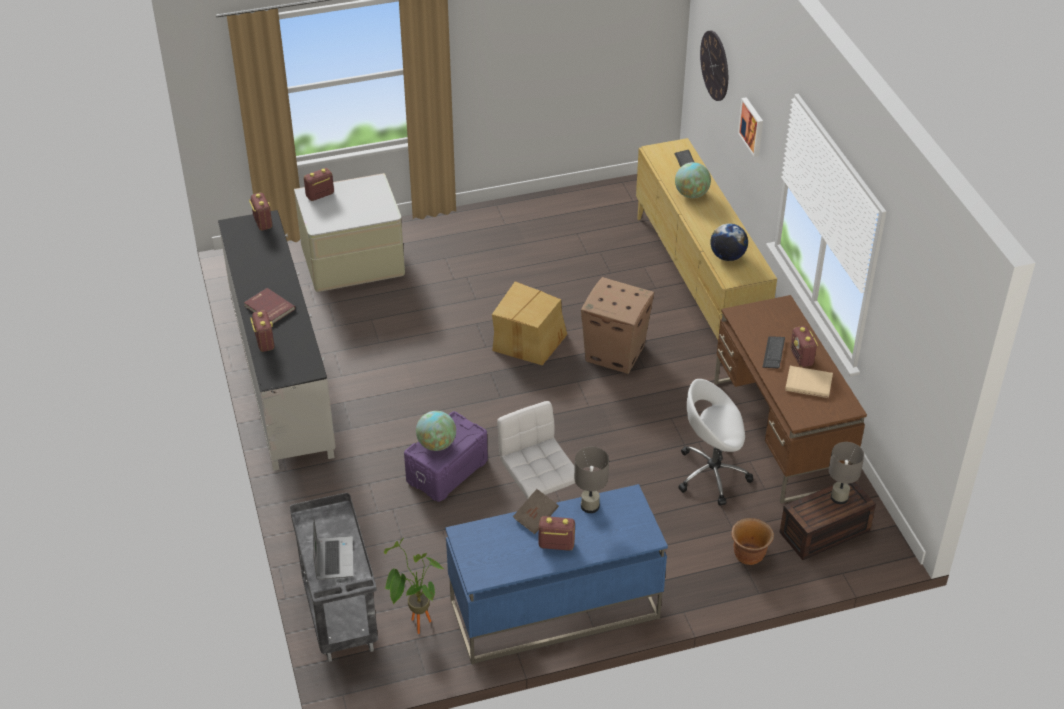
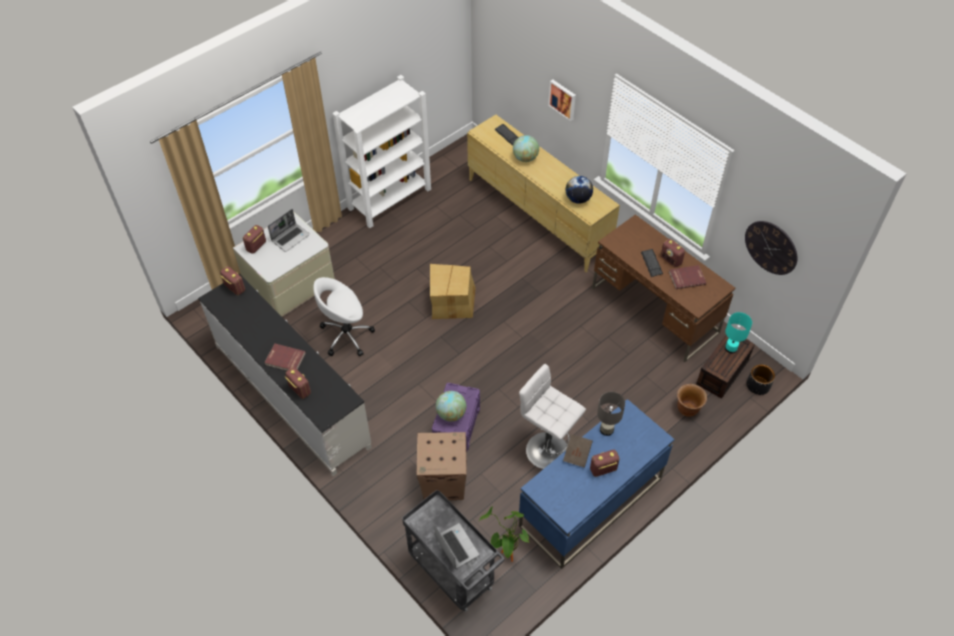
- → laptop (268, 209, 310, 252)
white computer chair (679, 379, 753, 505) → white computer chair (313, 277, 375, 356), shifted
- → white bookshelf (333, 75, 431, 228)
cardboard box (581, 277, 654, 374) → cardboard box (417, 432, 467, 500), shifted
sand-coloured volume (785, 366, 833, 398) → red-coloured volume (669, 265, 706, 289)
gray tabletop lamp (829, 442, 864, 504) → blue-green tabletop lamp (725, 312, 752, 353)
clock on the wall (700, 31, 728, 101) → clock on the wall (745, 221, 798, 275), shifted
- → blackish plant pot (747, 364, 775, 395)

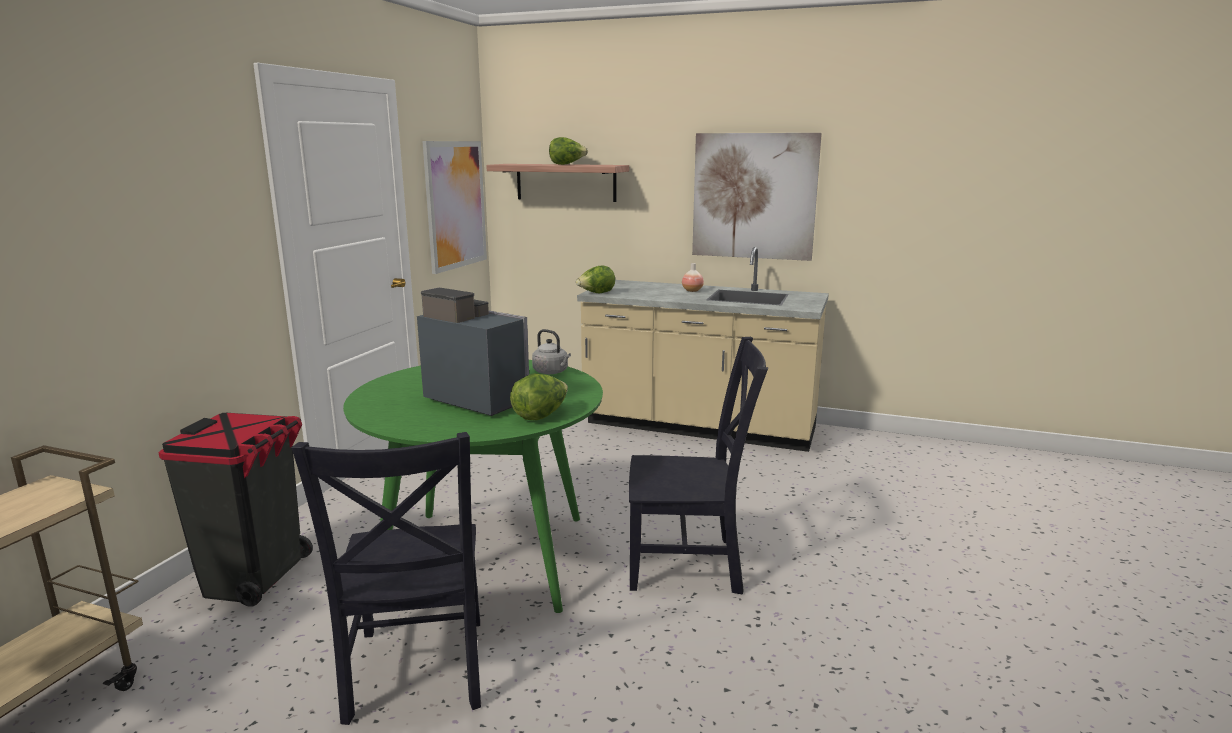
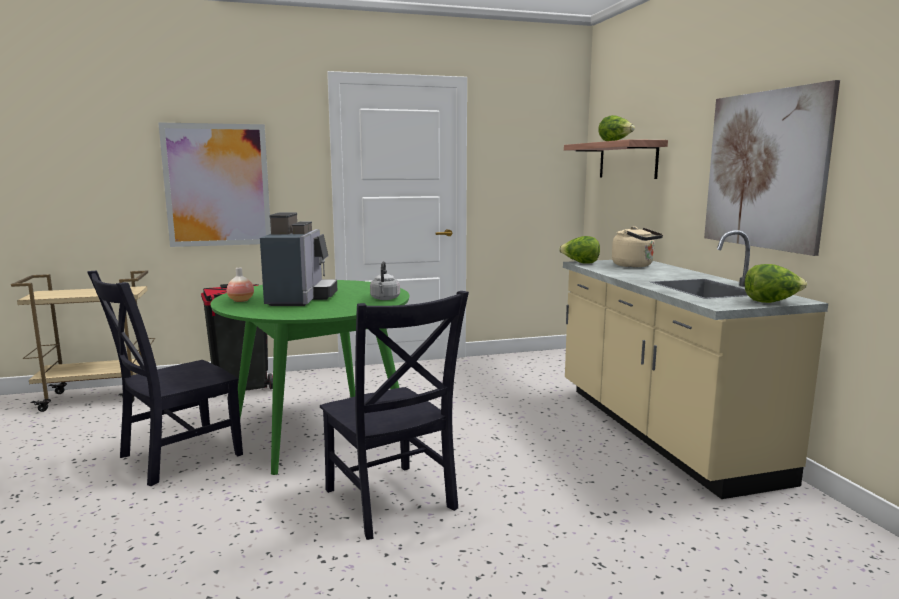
wall art (423, 141, 487, 274) → wall art (158, 122, 271, 247), shifted
decorative vase (682, 263, 704, 292) → decorative vase (227, 268, 254, 302), shifted
- → sand-coloured kettle (612, 226, 663, 267)
lettuce (510, 374, 568, 420) → lettuce (744, 264, 807, 303), shifted

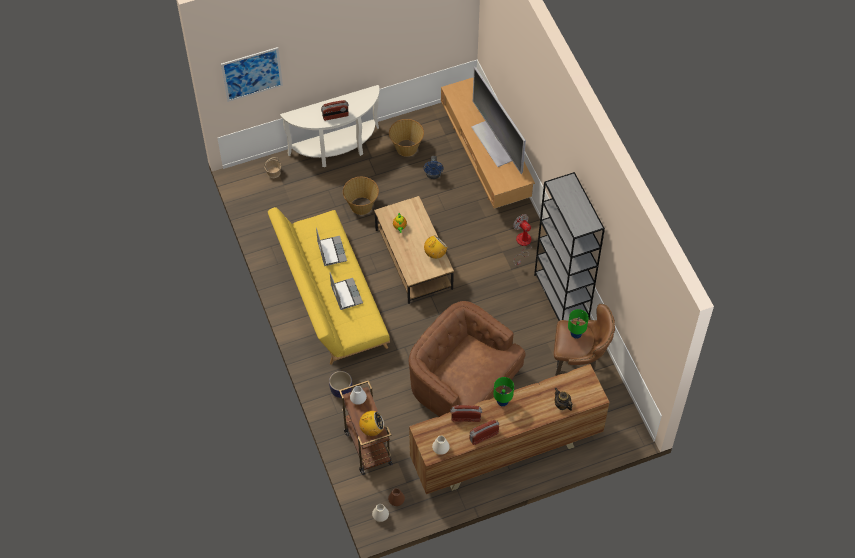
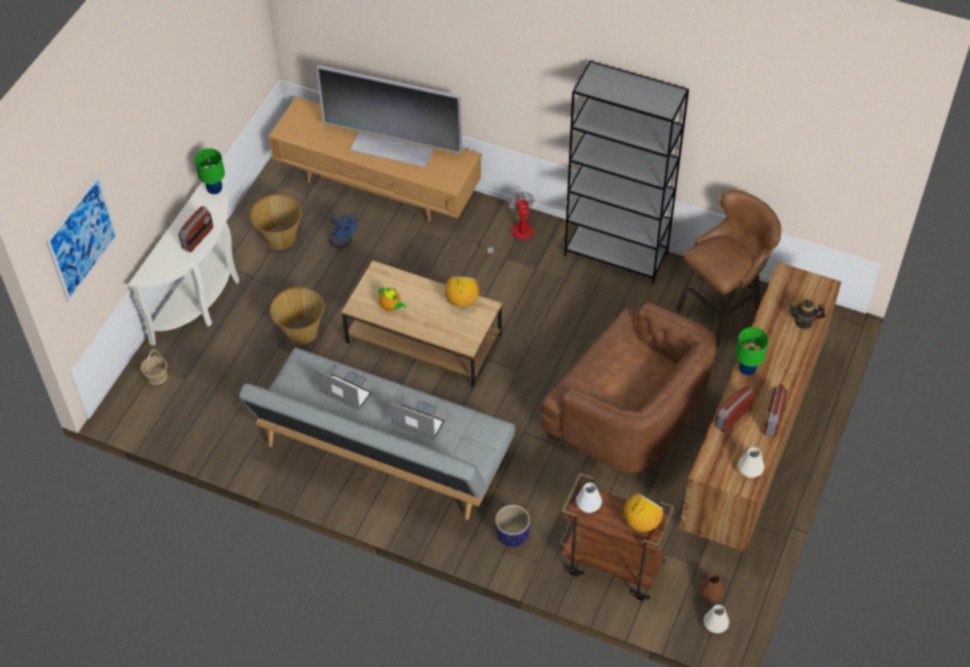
greenish tabletop lamp (568, 309, 589, 339) → greenish tabletop lamp (195, 148, 225, 194), shifted
yellow-coloured settee (268, 207, 390, 365) → gray settee (239, 347, 515, 520)
fan (513, 214, 531, 266) → fan (488, 192, 535, 256), 75 degrees clockwise
brown-coloured lounge chair (409, 301, 526, 417) → brown-coloured lounge chair (541, 302, 717, 473), 135 degrees counterclockwise

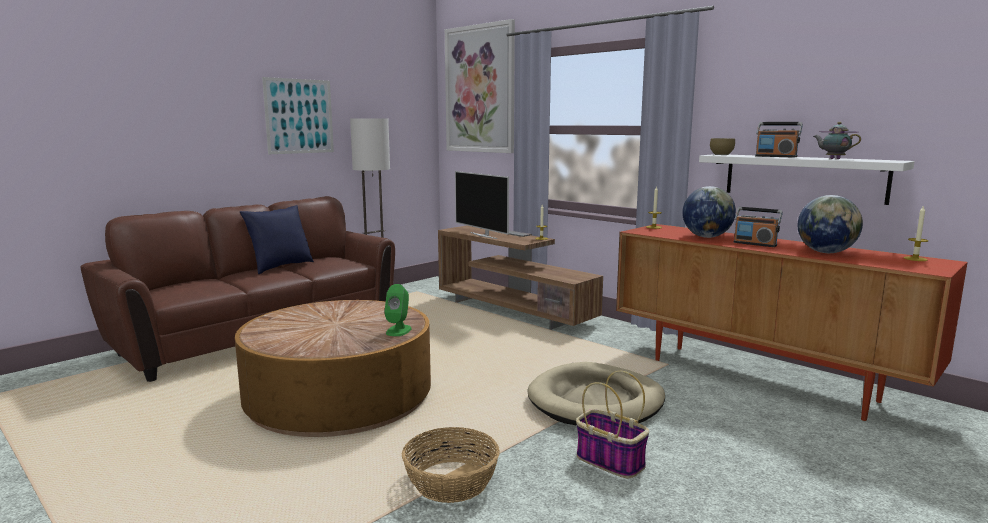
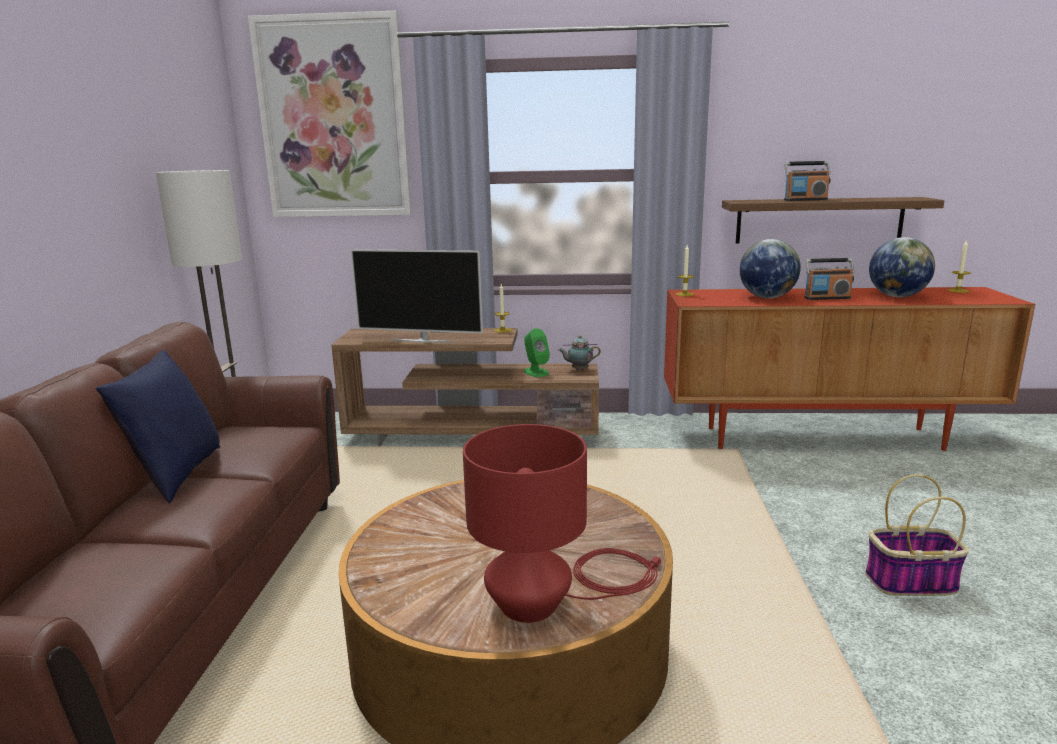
- → red-coloured tabletop lamp (463, 424, 661, 623)
greenish audio speaker (384, 284, 411, 336) → greenish audio speaker (524, 328, 550, 377), shifted
pot for tea (813, 122, 861, 159) → pot for tea (558, 335, 601, 370), shifted
white shelf (699, 154, 915, 205) → brown-coloured shelf (722, 197, 944, 244)
wall art (262, 77, 334, 154) → -
household basket (402, 427, 500, 503) → -
sand-coloured pet bed (527, 362, 665, 426) → -
brown-coloured bowl (710, 138, 735, 155) → -

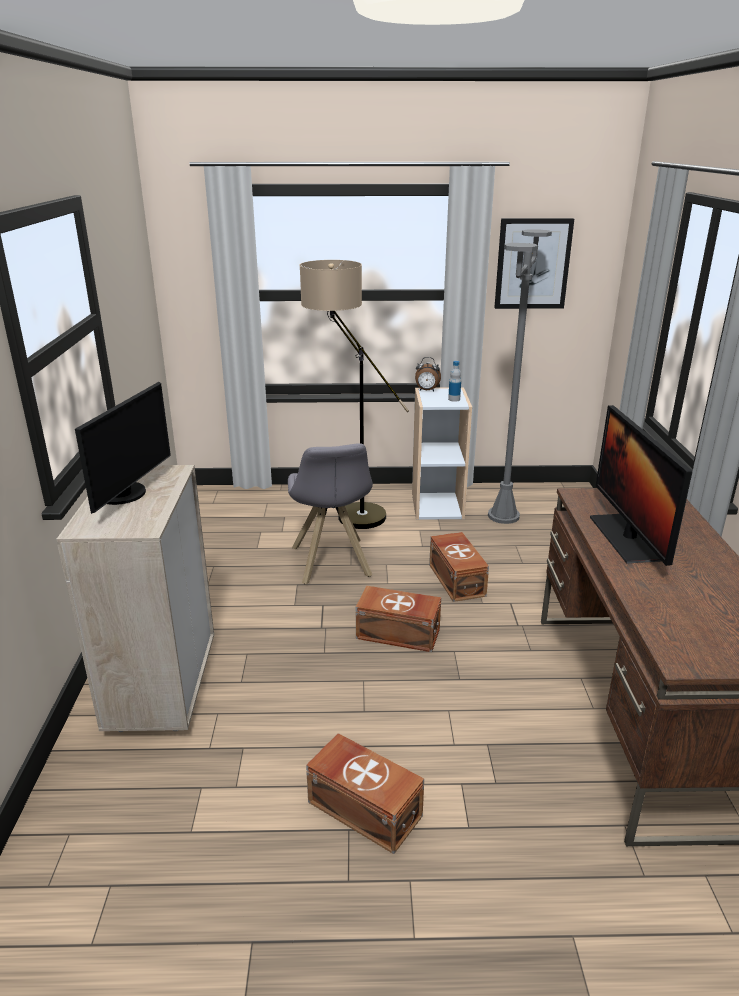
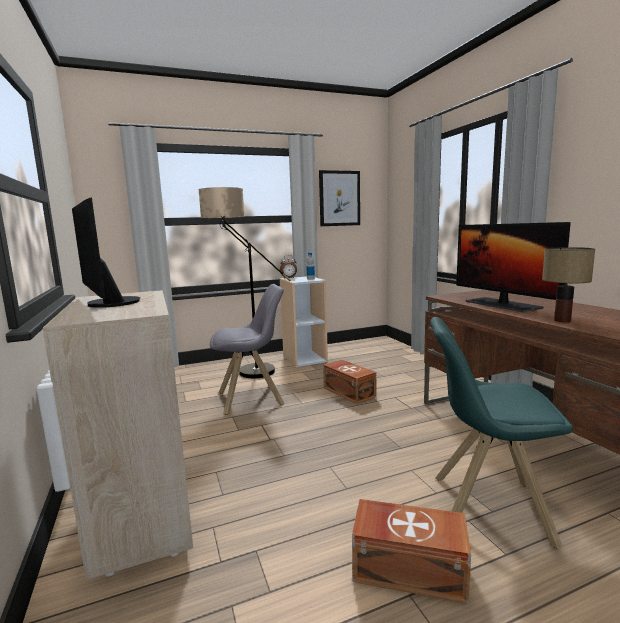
computer display (75, 382, 171, 514) → computer display (72, 197, 140, 308), 150 degrees clockwise
gray upright chair (288, 443, 373, 584) → gray upright chair (210, 284, 285, 415), 75 degrees counterclockwise
- → blue-green upright chair (430, 317, 573, 550)
- → tabletop lamp (542, 247, 595, 322)
brown-coloured storage box (356, 586, 441, 652) → -
gray standing lamp (488, 229, 552, 524) → -

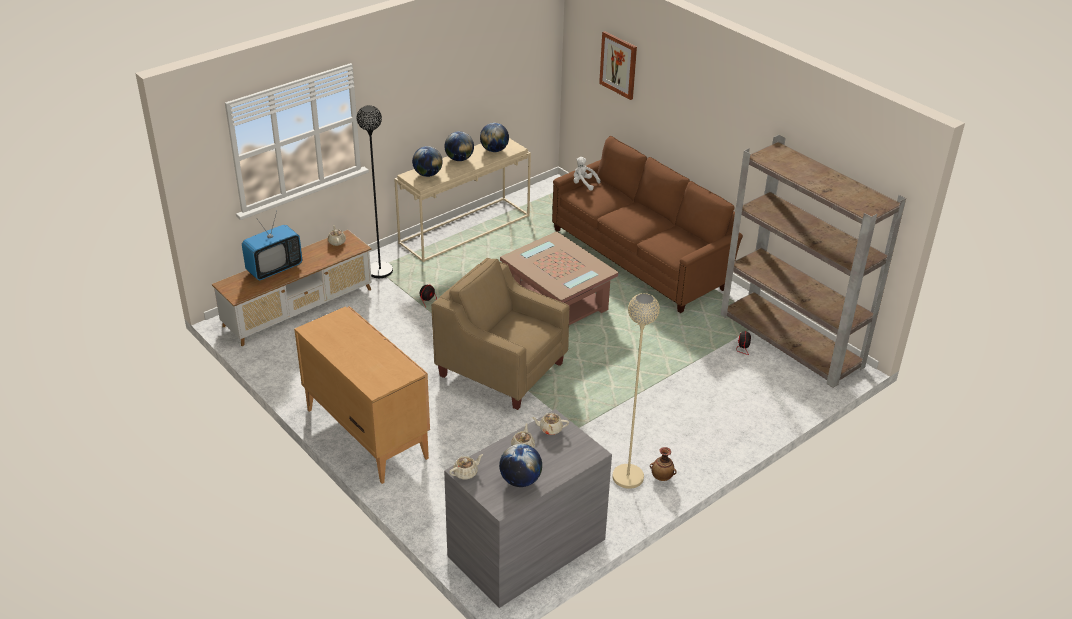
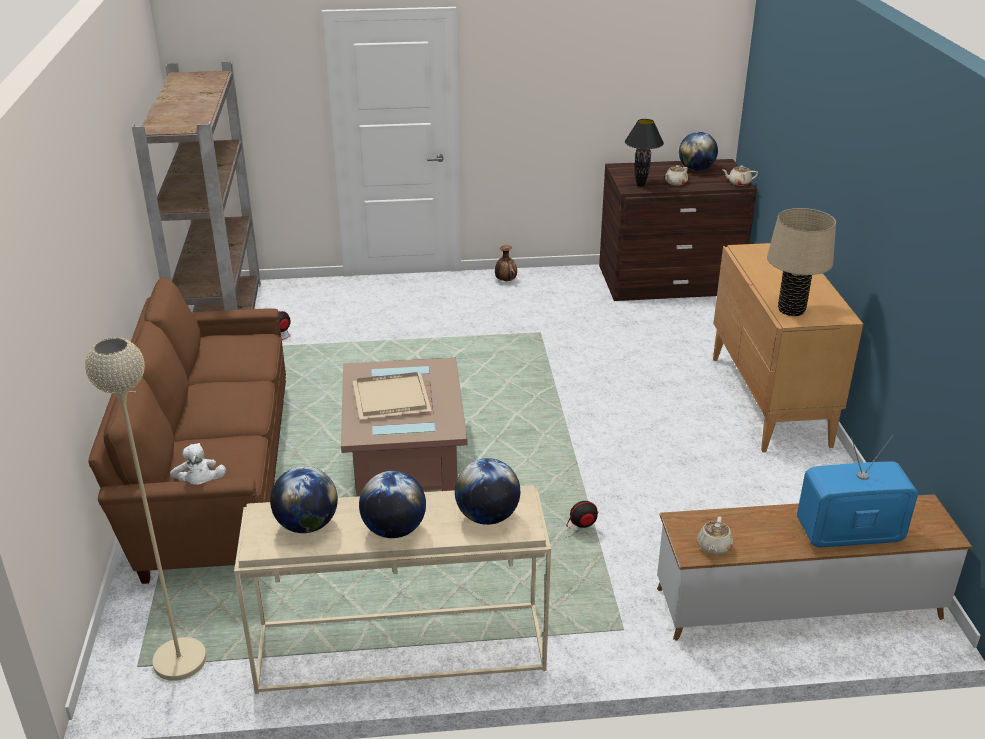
sand-coloured standing lamp (612, 293, 660, 489) → sand-coloured standing lamp (85, 337, 206, 681), shifted
- → sand-coloured carrying tray (353, 372, 432, 419)
gray drawer chest (444, 409, 612, 608) → brown-coloured drawer chest (599, 159, 757, 301)
sand-coloured pot for tea (531, 413, 569, 435) → blackish tabletop lamp (625, 119, 664, 187)
- → sand-coloured tabletop lamp (767, 208, 836, 316)
blackish standing lamp (357, 105, 393, 278) → -
sand-coloured lounge chair (431, 258, 569, 410) → -
wall art (599, 31, 637, 100) → -

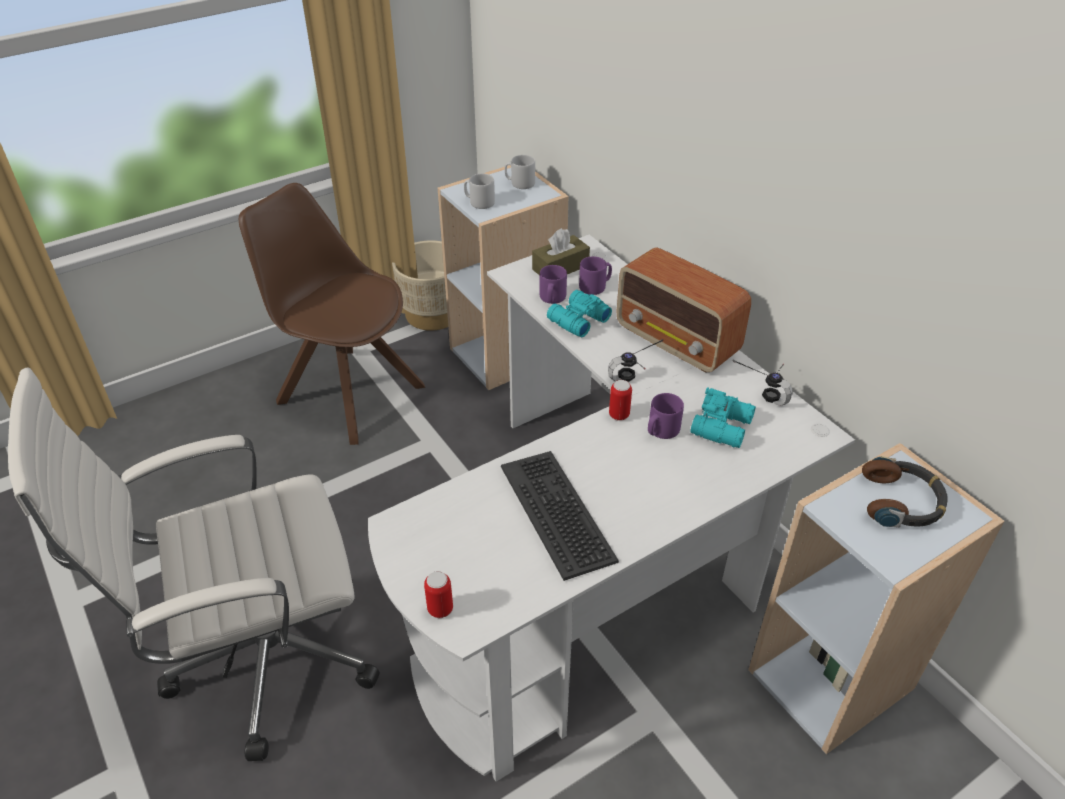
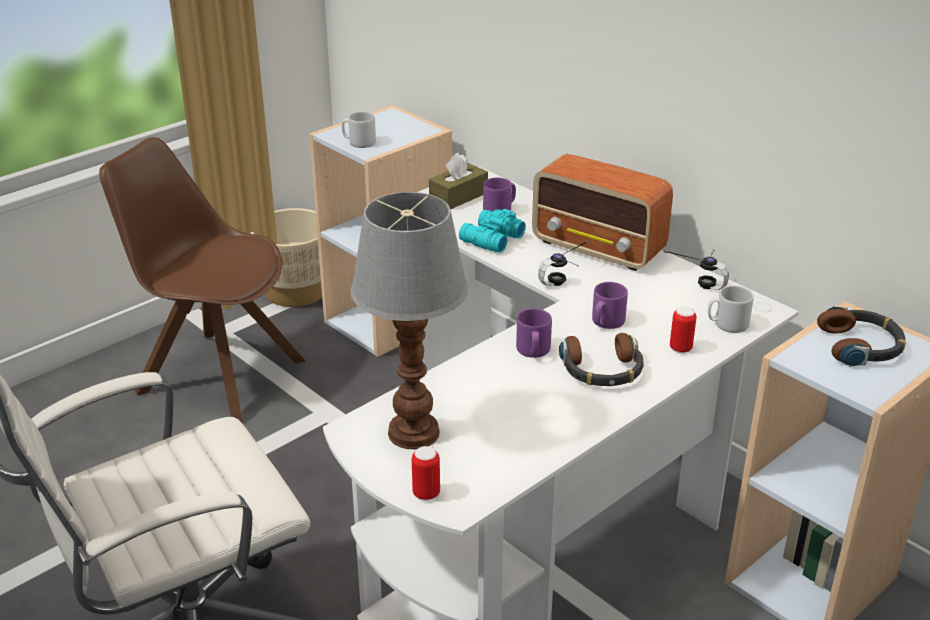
- → tabletop lamp (351, 192, 468, 449)
purple tea mug (539, 265, 567, 304) → purple tea mug (516, 309, 552, 358), shifted
- → headset (559, 333, 644, 386)
can (609, 380, 632, 421) → can (670, 306, 697, 353), shifted
gray tea mug (505, 155, 535, 189) → gray tea mug (708, 286, 754, 333), shifted
computer keyboard (501, 451, 619, 581) → -
blue-green binoculars (690, 387, 756, 448) → -

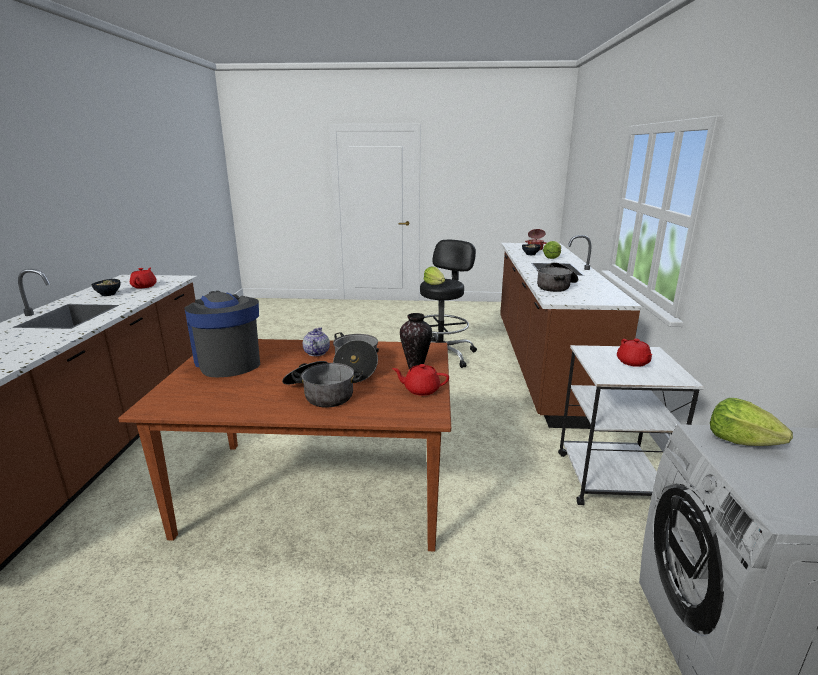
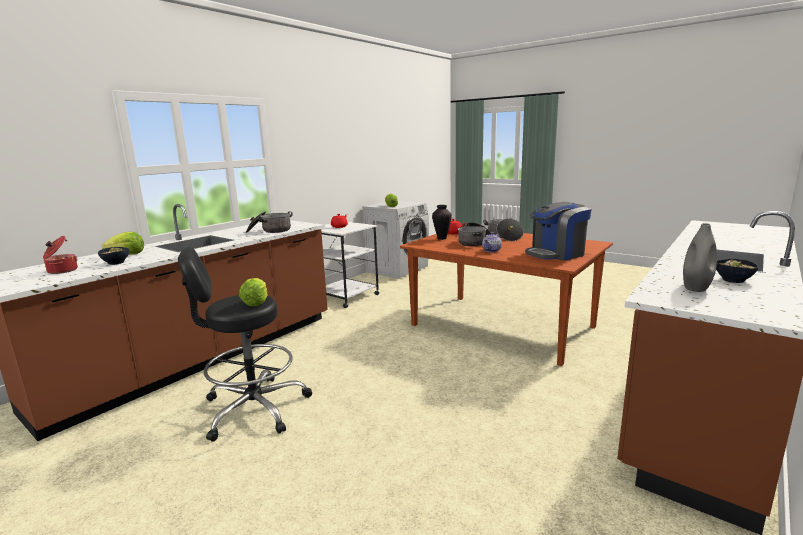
coffee machine (184, 291, 260, 377) → coffee machine (525, 202, 592, 261), 60 degrees clockwise
red-coloured pot for tea (130, 267, 157, 288) → gray decorative vase (683, 223, 717, 292)

